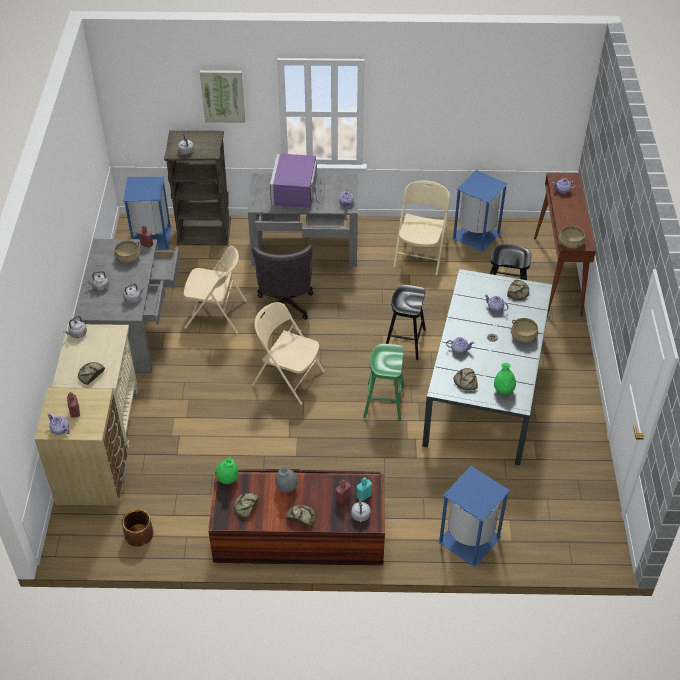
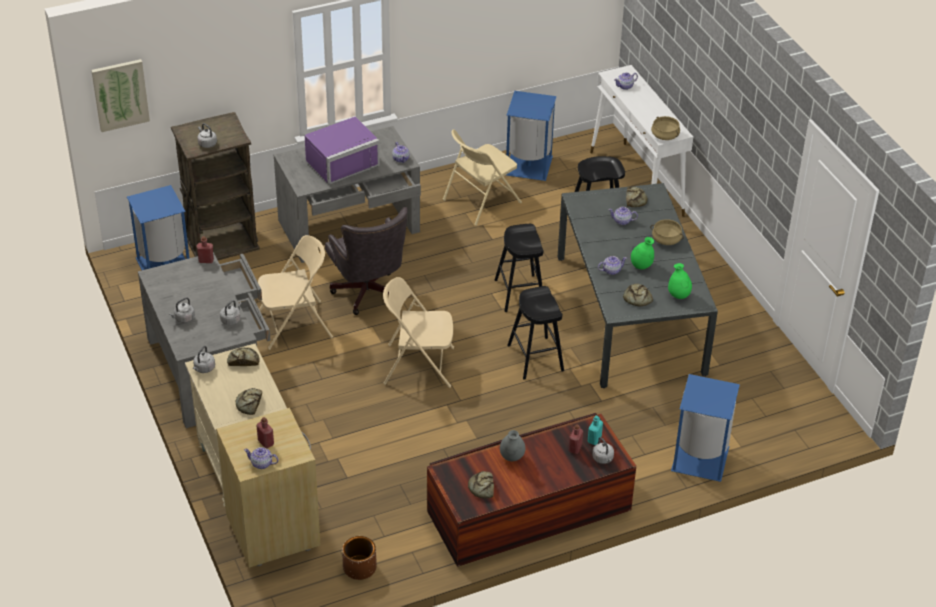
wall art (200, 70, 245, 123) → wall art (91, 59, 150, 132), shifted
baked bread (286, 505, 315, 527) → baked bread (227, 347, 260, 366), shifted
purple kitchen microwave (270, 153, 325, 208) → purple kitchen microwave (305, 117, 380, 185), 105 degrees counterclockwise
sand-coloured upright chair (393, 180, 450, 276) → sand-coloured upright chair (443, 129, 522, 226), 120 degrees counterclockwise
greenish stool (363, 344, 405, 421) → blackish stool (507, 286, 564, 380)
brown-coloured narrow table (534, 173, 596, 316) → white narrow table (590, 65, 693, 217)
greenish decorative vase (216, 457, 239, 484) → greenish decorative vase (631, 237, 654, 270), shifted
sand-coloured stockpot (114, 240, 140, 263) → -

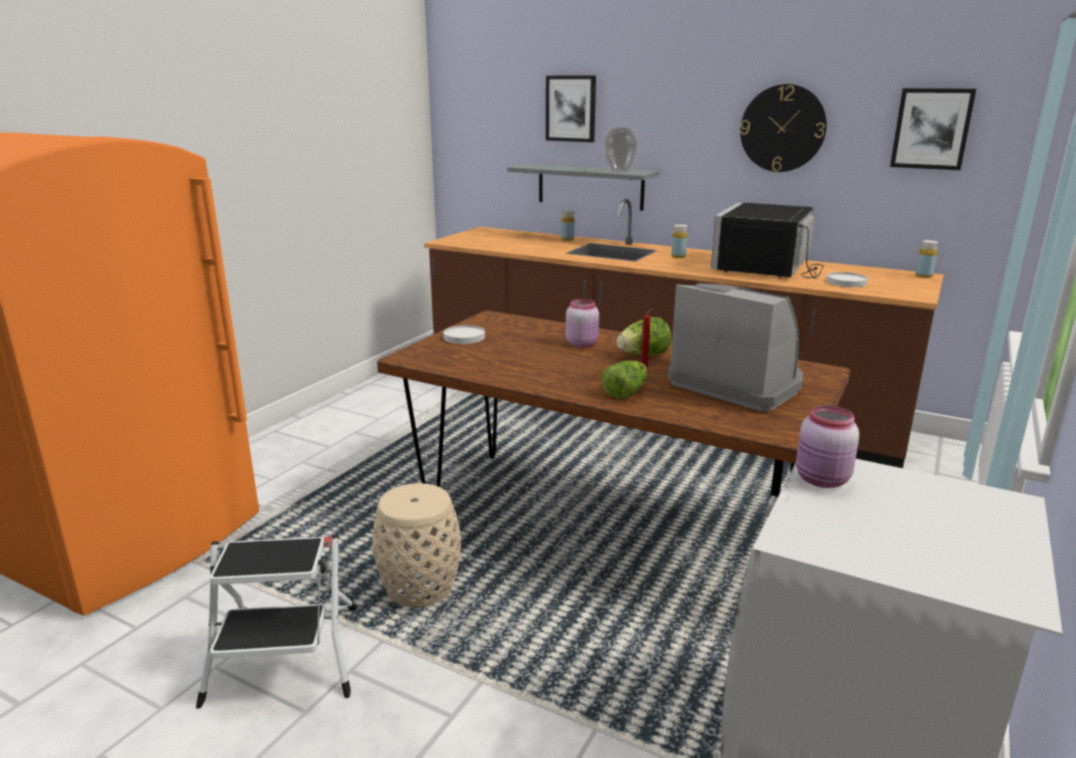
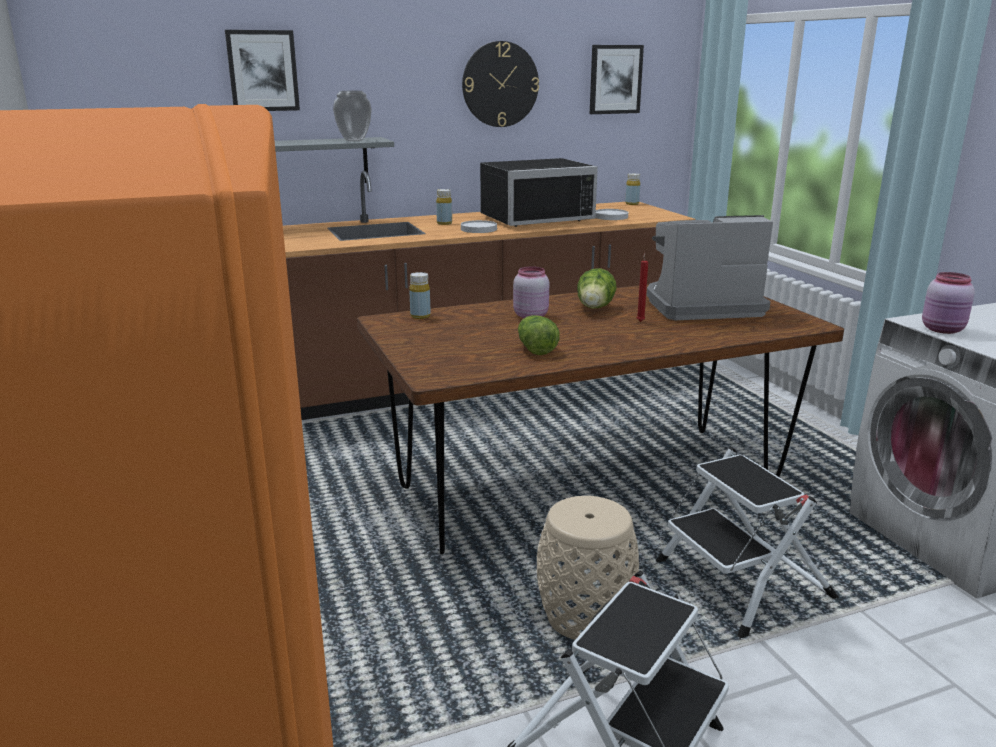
yellow-coloured beverage bottle (561, 210, 575, 241) → yellow-coloured beverage bottle (409, 272, 431, 319), shifted
white dinner plate (443, 325, 485, 344) → white dinner plate (461, 220, 497, 233), shifted
blackish kitchen microwave (711, 202, 824, 279) → blackish kitchen microwave (480, 158, 598, 227), 90 degrees counterclockwise
lettuce (602, 361, 647, 399) → lettuce (518, 315, 560, 355), shifted
- → step stool (656, 447, 839, 638)

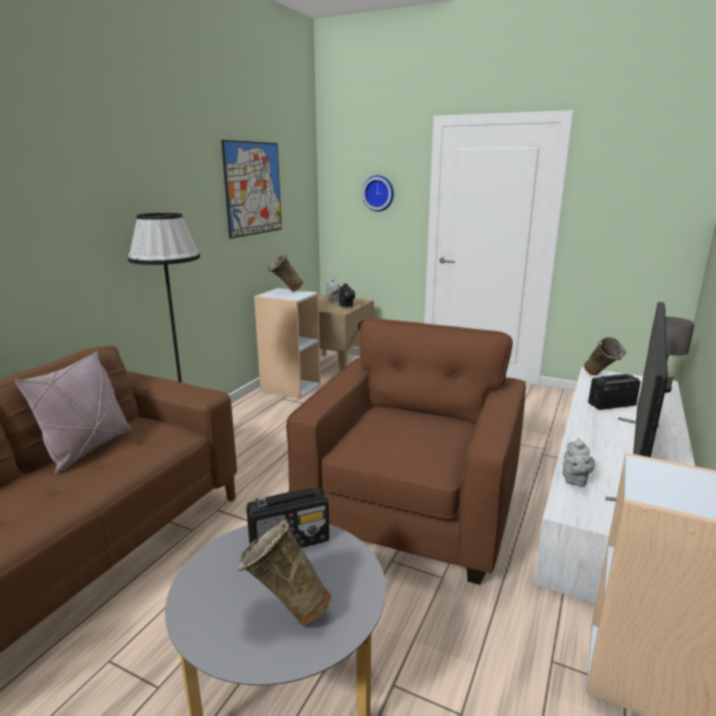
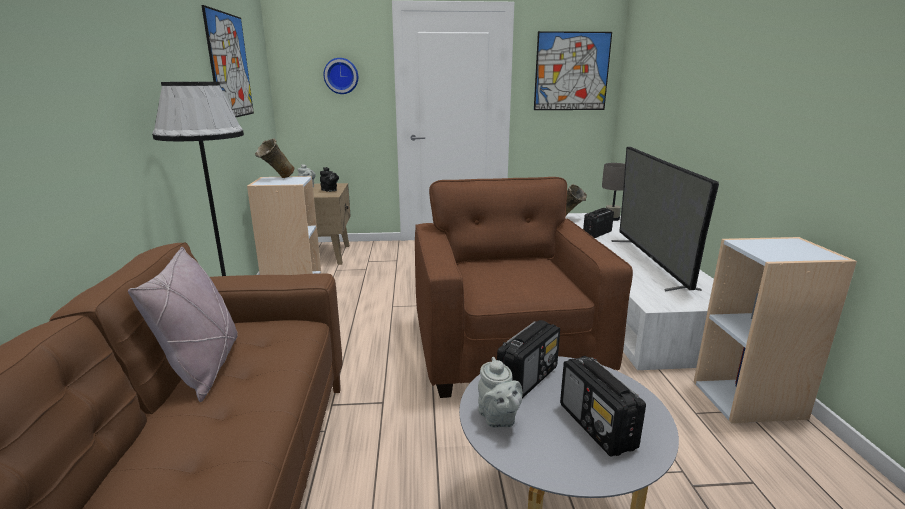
gray pot for tea (562, 438, 595, 487) → gray pot for tea (478, 357, 523, 428), shifted
- → wall art (534, 31, 612, 110)
sand-coloured decorative vase (237, 519, 331, 626) → radio (560, 356, 646, 457)

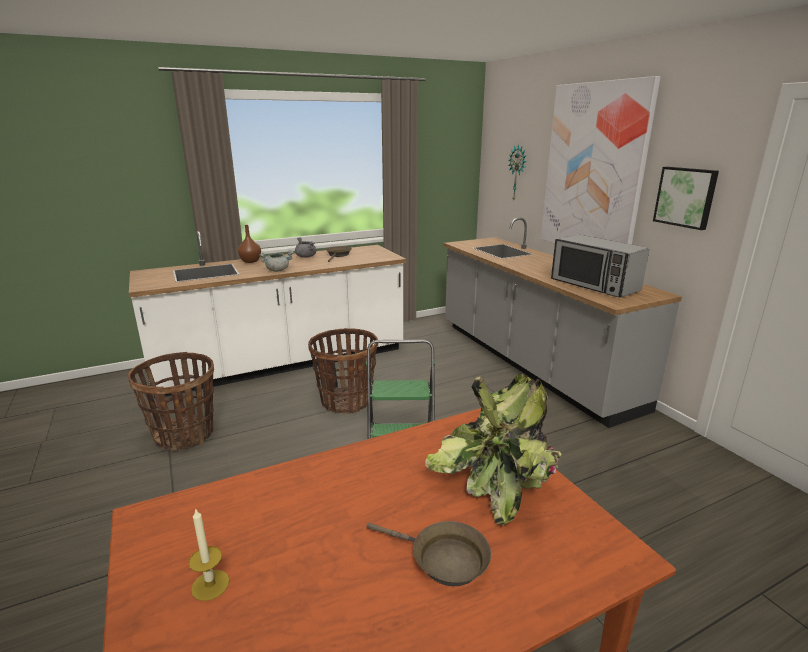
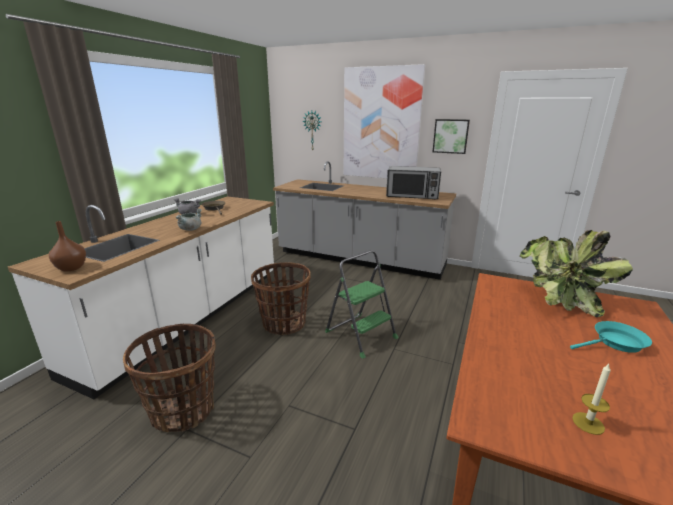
brown-coloured decorative vase (238, 225, 261, 263) → brown-coloured decorative vase (49, 221, 86, 272), shifted
brown-coloured skillet (366, 521, 491, 586) → blue-green skillet (570, 321, 652, 353)

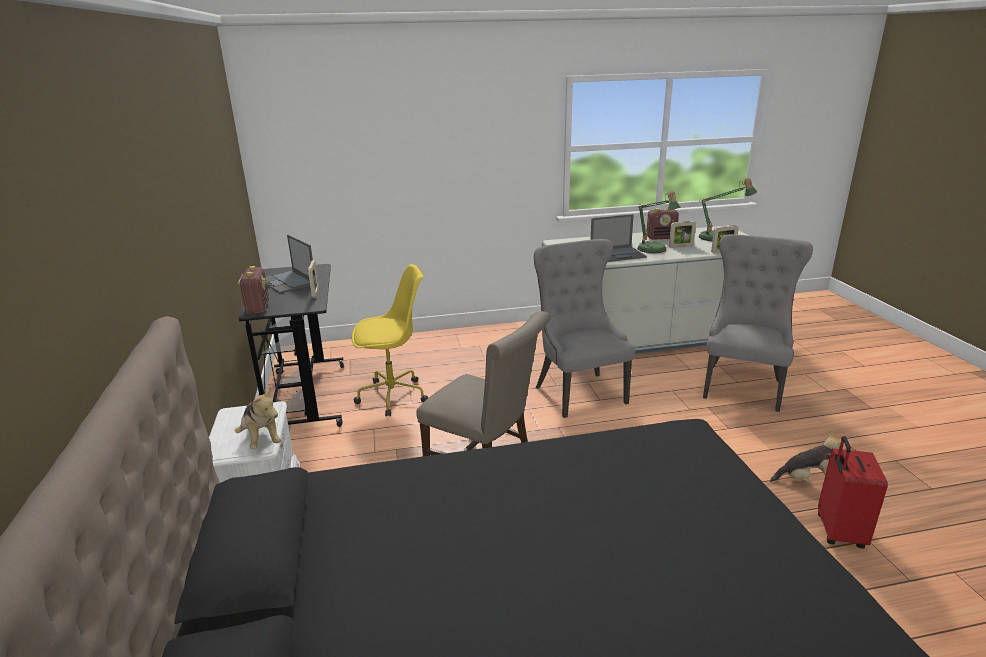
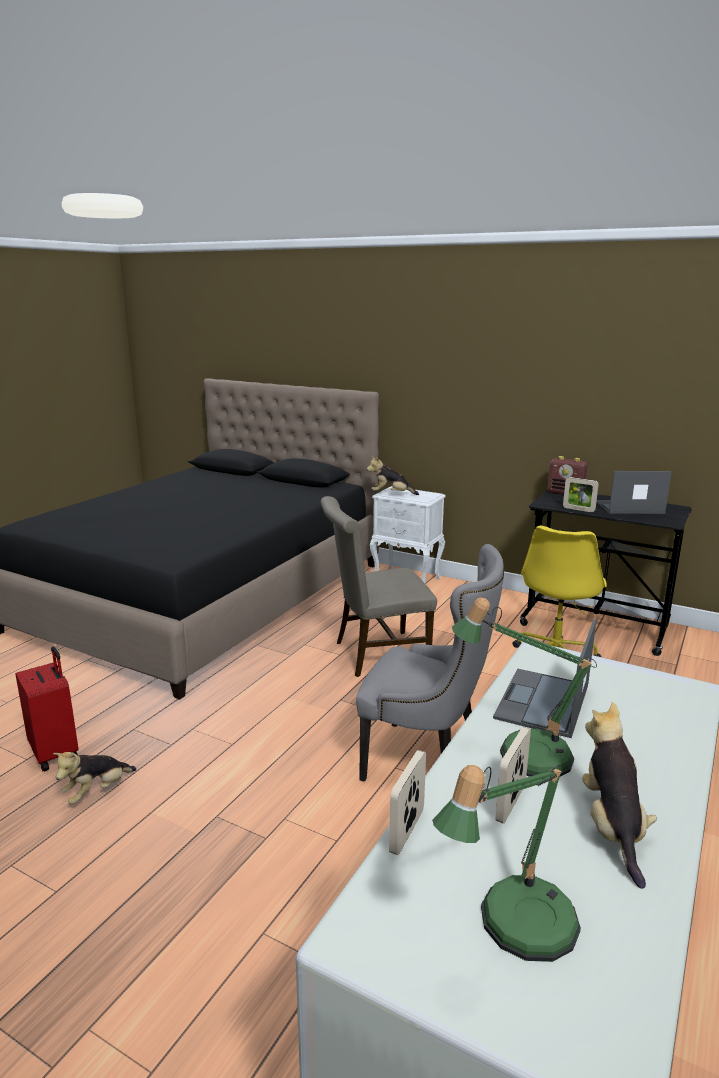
radio (646, 208, 679, 240) → soft toy (582, 702, 657, 889)
gray upright chair (703, 234, 813, 412) → -

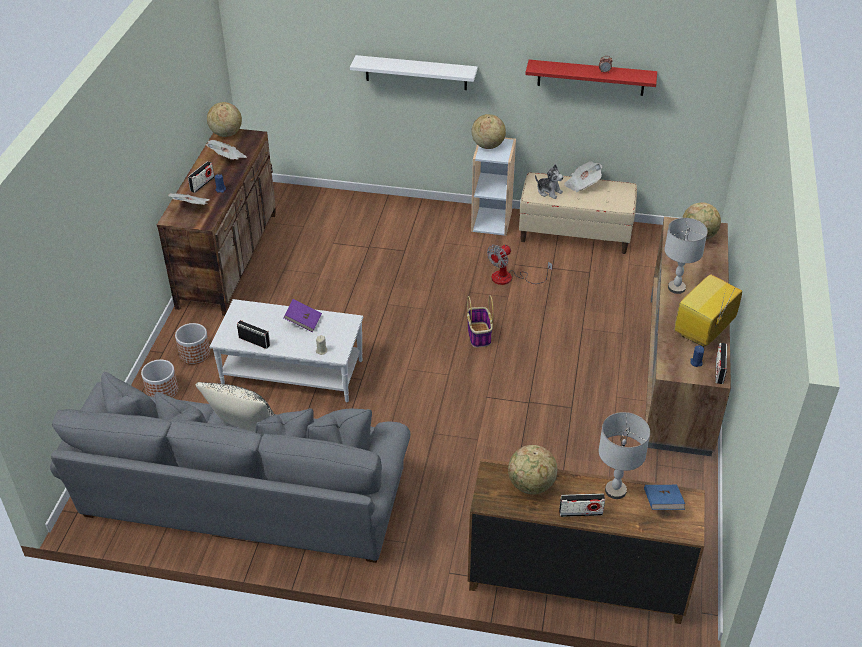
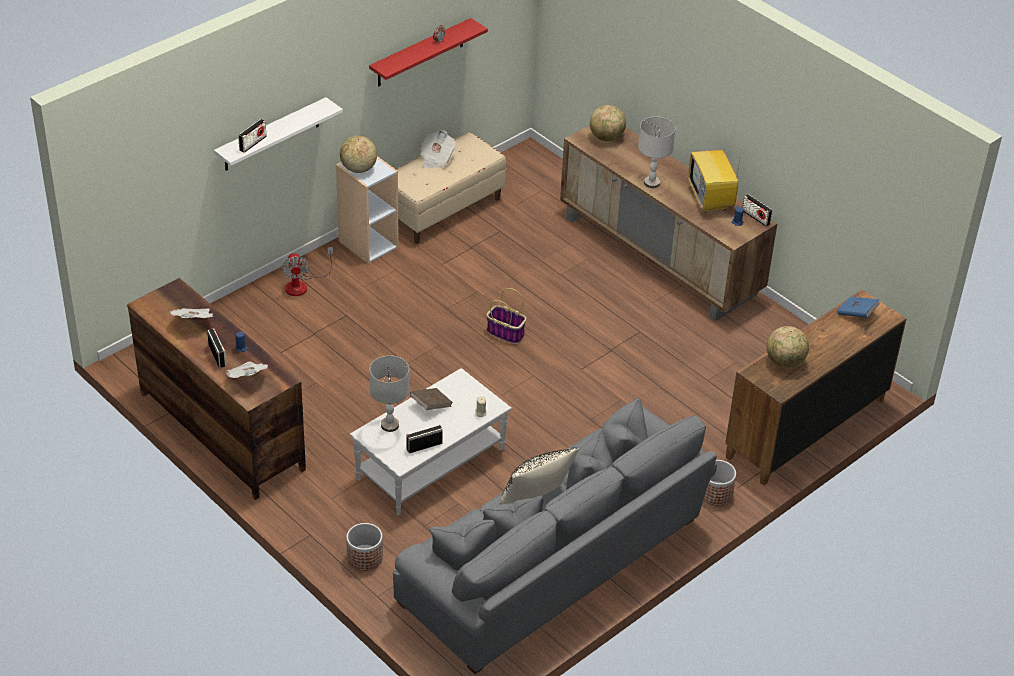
radio (559, 494, 605, 517) → radio (238, 119, 267, 153), shifted
fan (487, 244, 553, 285) → fan (282, 247, 333, 296), shifted
gray tabletop lamp (599, 412, 650, 499) → gray tabletop lamp (369, 355, 409, 432), shifted
purple volume (283, 299, 322, 332) → brown-coloured volume (410, 388, 453, 410)
plant pot (175, 323, 210, 364) → plant pot (703, 460, 736, 506), shifted
globe (207, 102, 242, 137) → -
soft toy (535, 164, 563, 199) → -

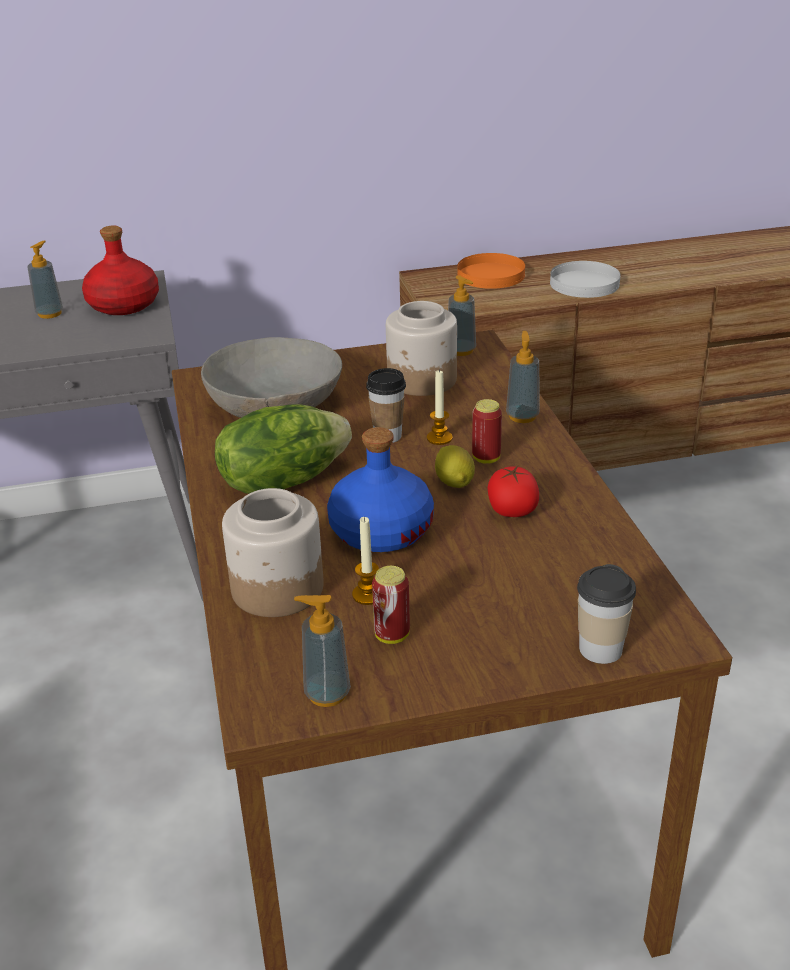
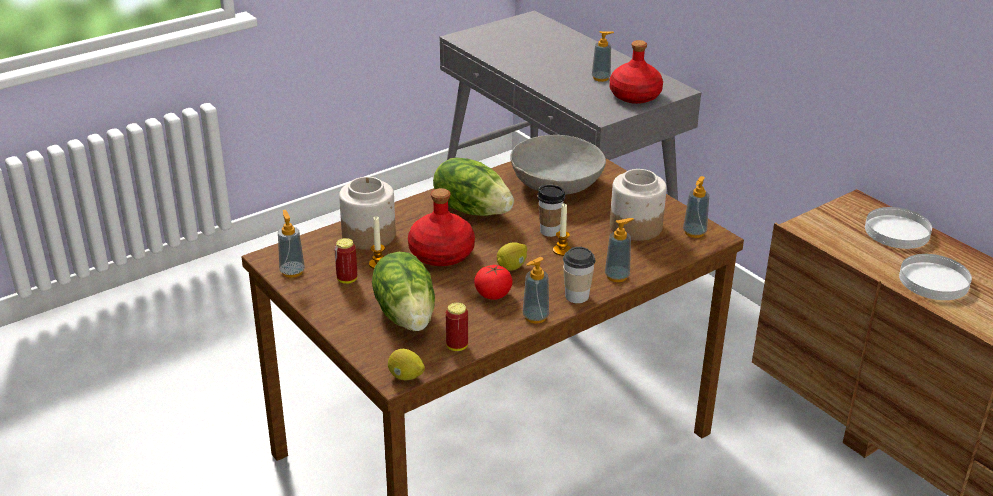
- → lettuce (372, 252, 435, 331)
- → lemon (388, 349, 425, 380)
blue beverage bottle (327, 427, 434, 552) → red-coloured beverage bottle (408, 188, 475, 266)
can (472, 399, 502, 464) → can (446, 302, 468, 351), shifted
- → soap bottle (523, 257, 549, 324)
cup (577, 564, 636, 664) → cup (563, 247, 595, 303), shifted
orange-coloured dinner plate (457, 253, 525, 289) → white dinner plate (865, 207, 932, 249)

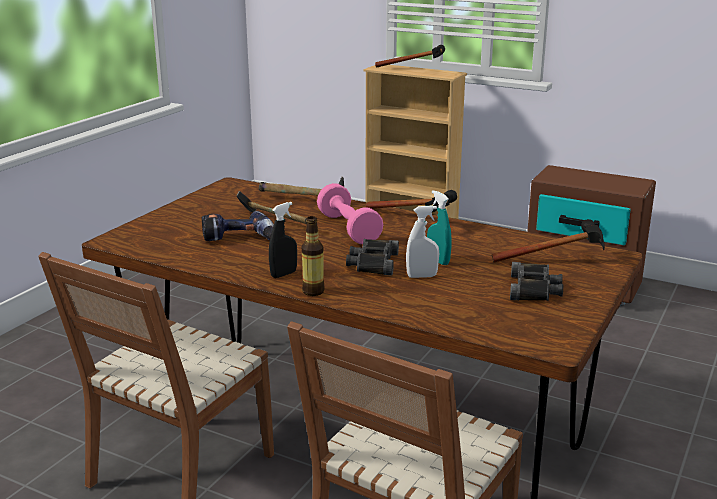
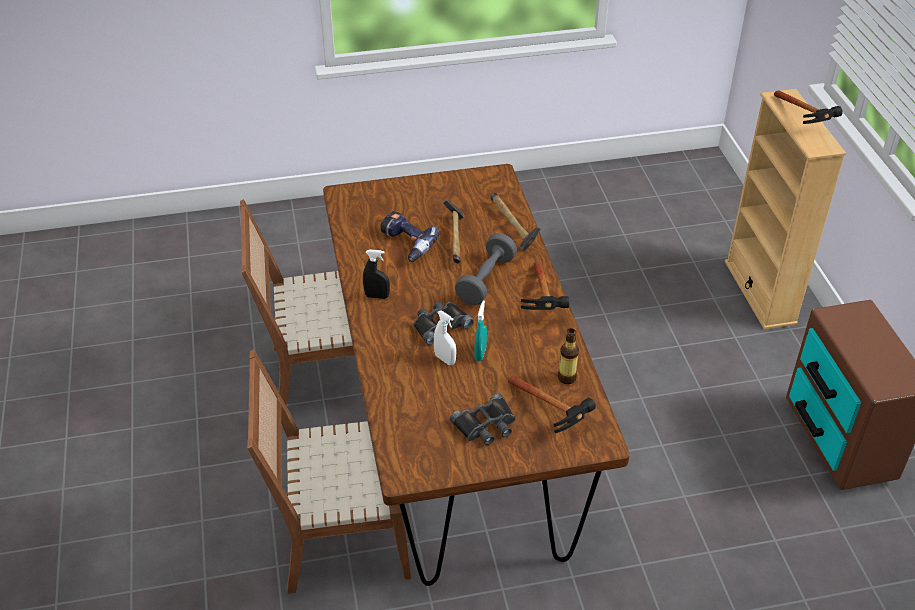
pinkish free weight (317, 183, 383, 244) → gray free weight (455, 233, 517, 305)
beverage bottle (302, 216, 325, 296) → beverage bottle (558, 328, 579, 384), shifted

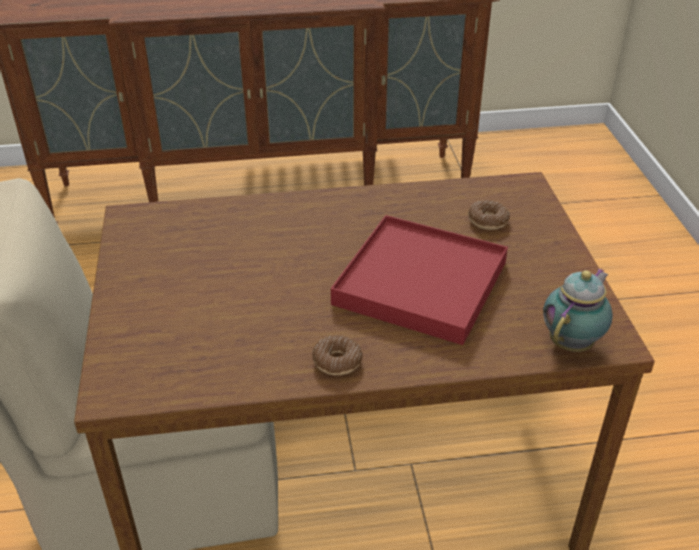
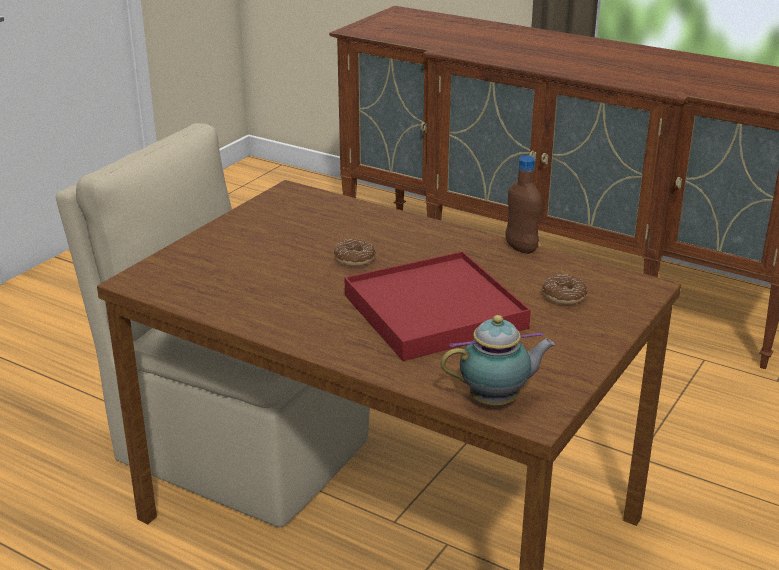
doughnut (312, 335, 363, 375) → doughnut (334, 239, 375, 266), shifted
- → brown-coloured beverage bottle (506, 156, 542, 254)

